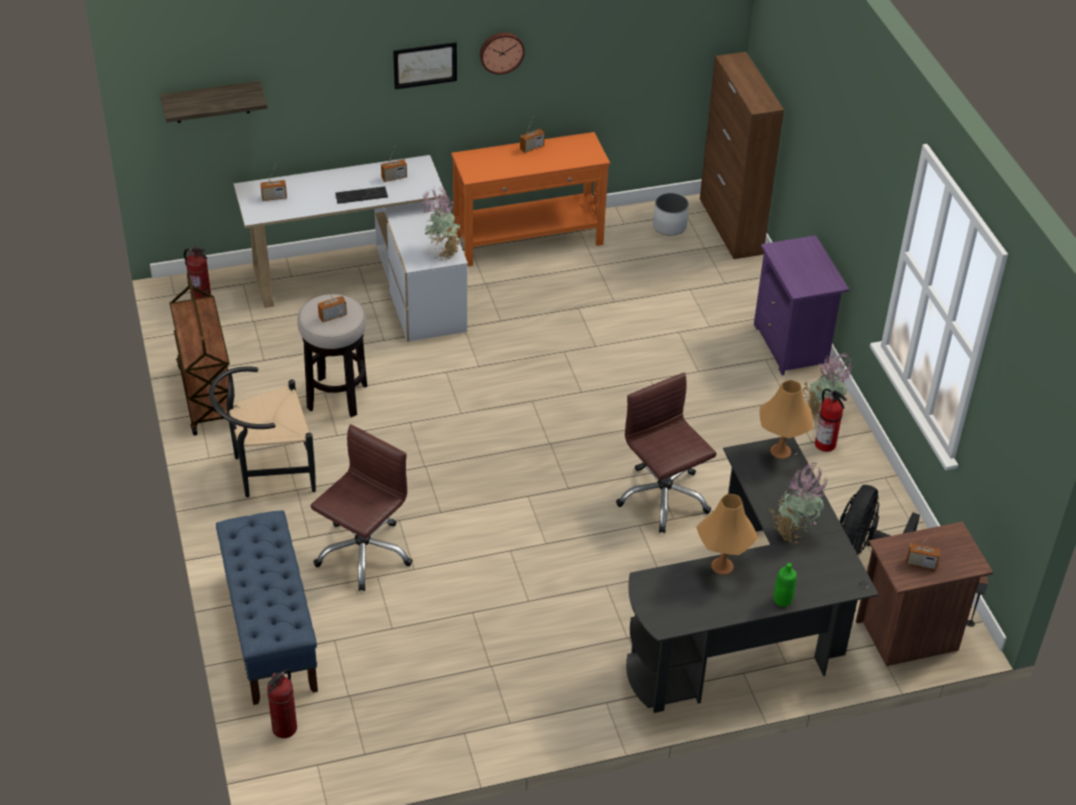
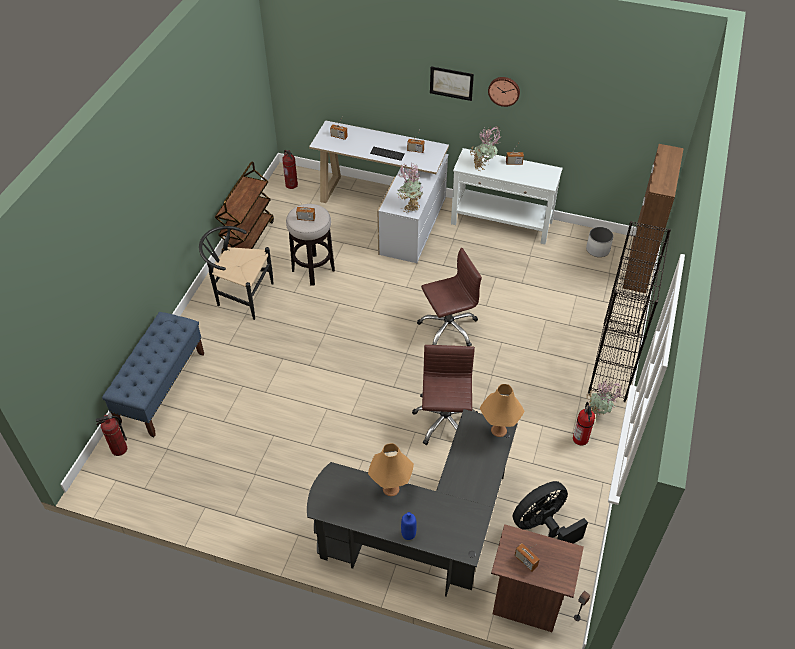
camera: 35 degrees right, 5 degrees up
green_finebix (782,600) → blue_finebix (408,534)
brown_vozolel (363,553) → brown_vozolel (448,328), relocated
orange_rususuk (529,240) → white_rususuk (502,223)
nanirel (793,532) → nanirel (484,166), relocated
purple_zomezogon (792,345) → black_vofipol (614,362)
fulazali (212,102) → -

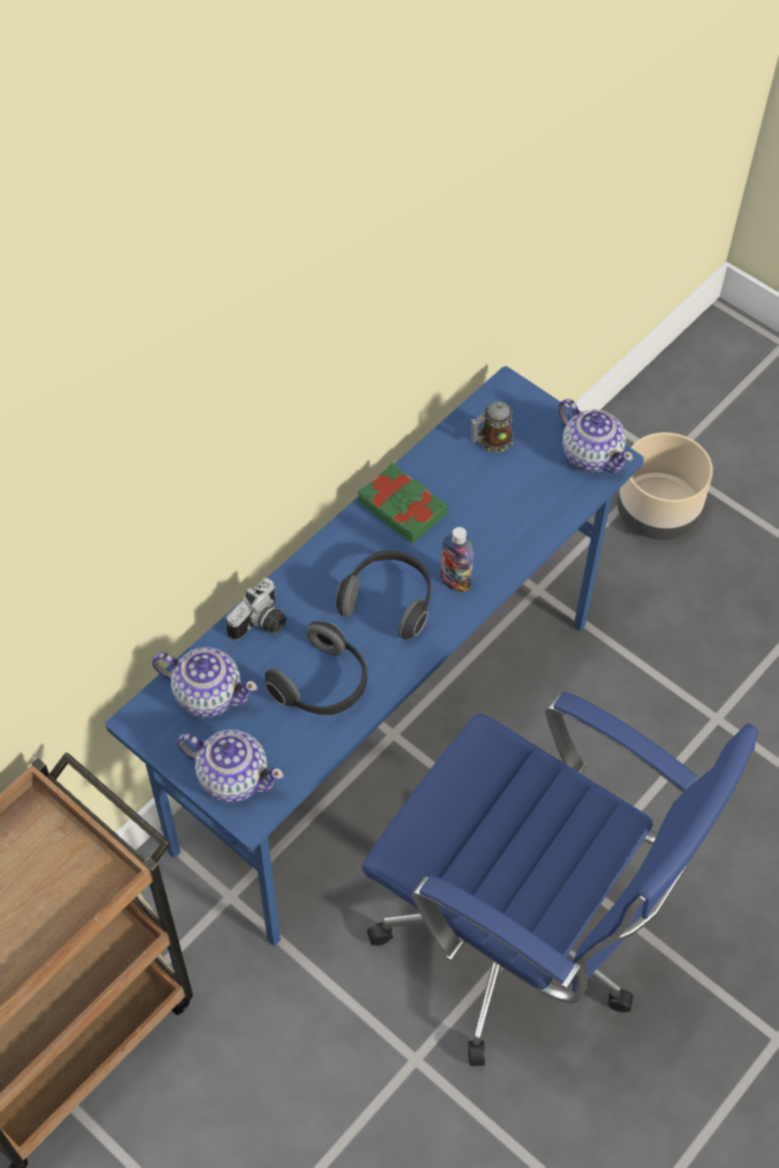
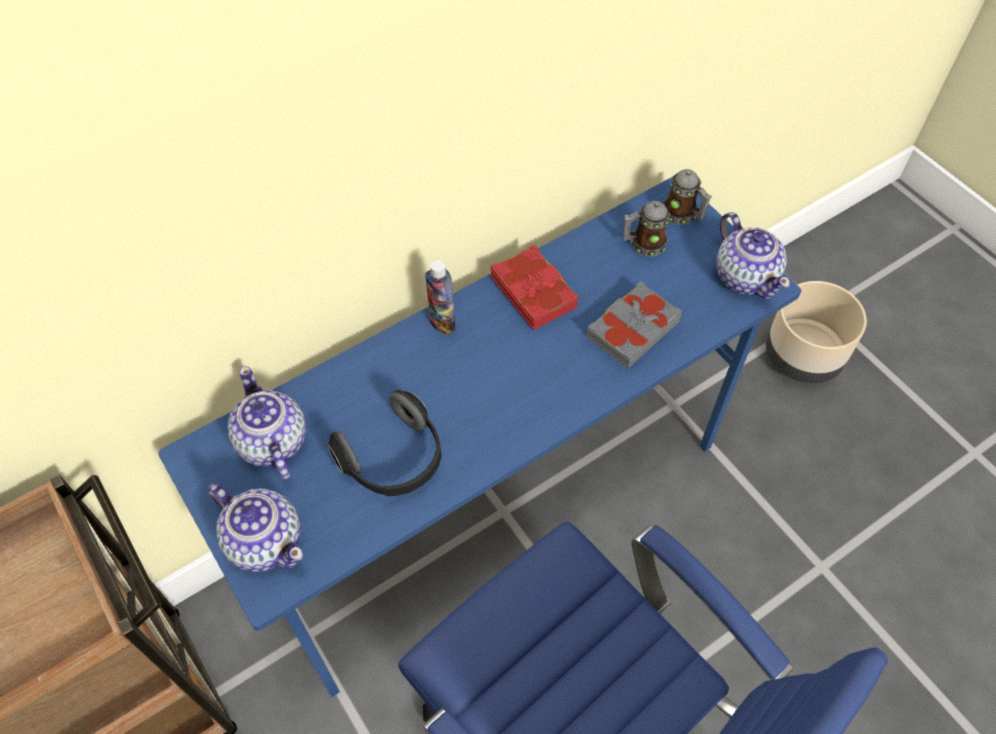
camera: 15 degrees right, 0 degrees up
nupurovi (207,694) → nupurovi (272,443), 150 degrees counterclockwise
finebix (455,581) → finebix (442,322), relocated
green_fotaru (402,507) → red_fotaru (534,292)
- → grey_fotaru (631,329)
- → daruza (683,215)
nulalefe (261,624) → -
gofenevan (389,601) → -

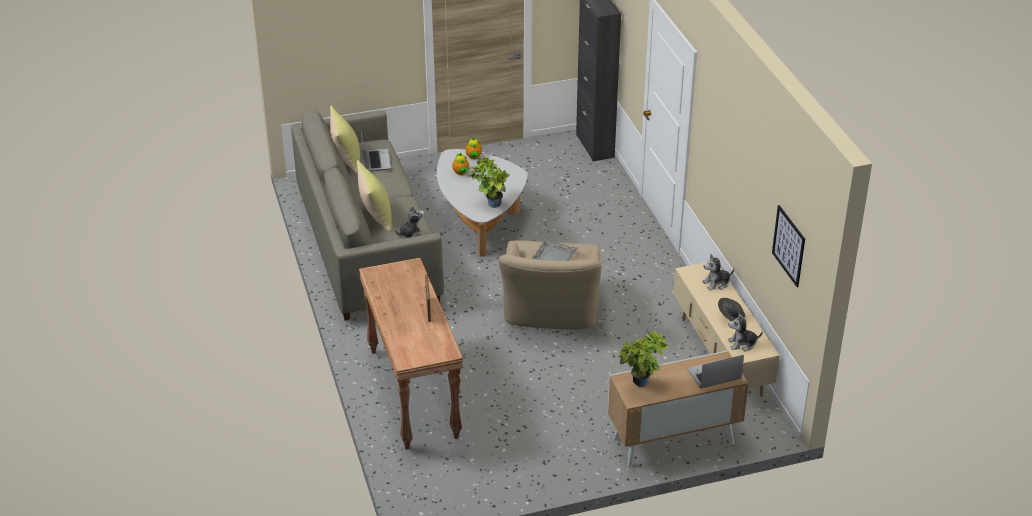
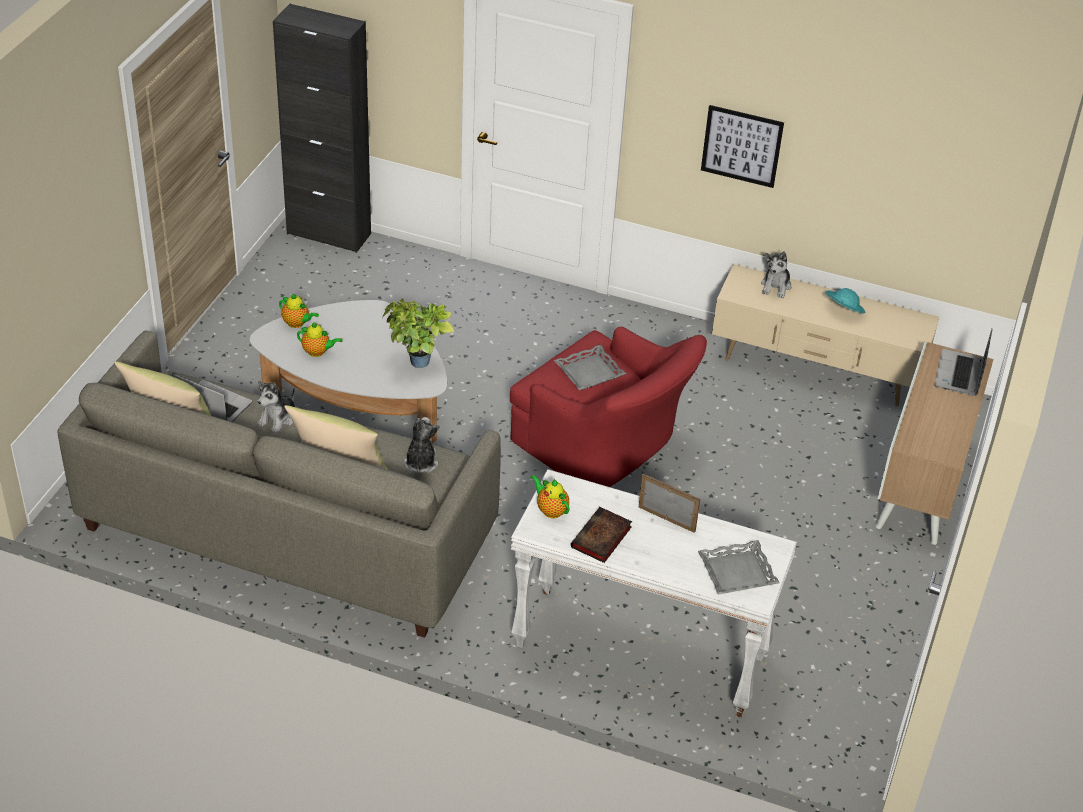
camera: 55 degrees left, 5 degrees up
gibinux (742,344) → gibinux (278,418), relocated
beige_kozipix (550,311) → red_kozipix (604,447)
brown_rususuk (412,393) → white_rususuk (638,652)
- → nupurovi (550,510)
- → fotaru (601,539)
- → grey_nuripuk (737,573)
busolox (788,245) → busolox (741,146), relocated
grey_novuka (731,316) → turquoise_novuka (843,310)
nanirel (641,385) → -

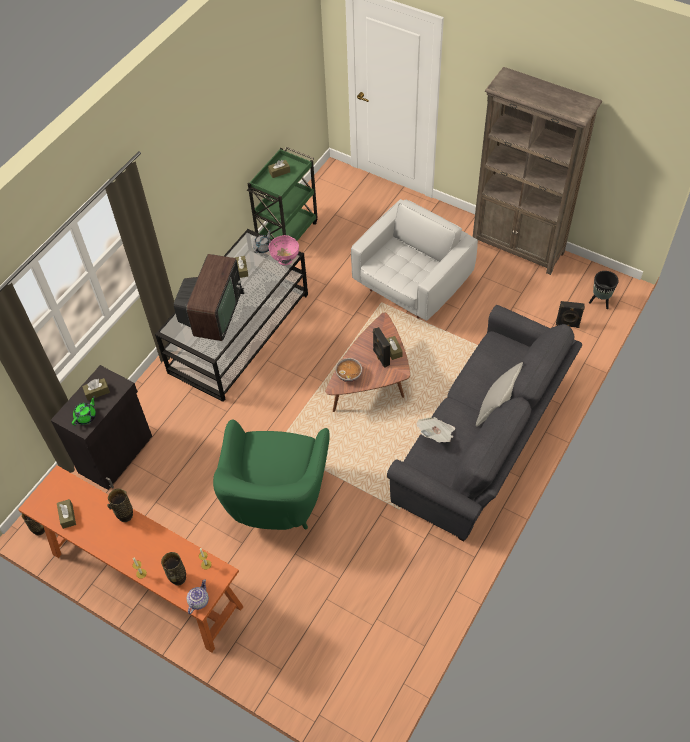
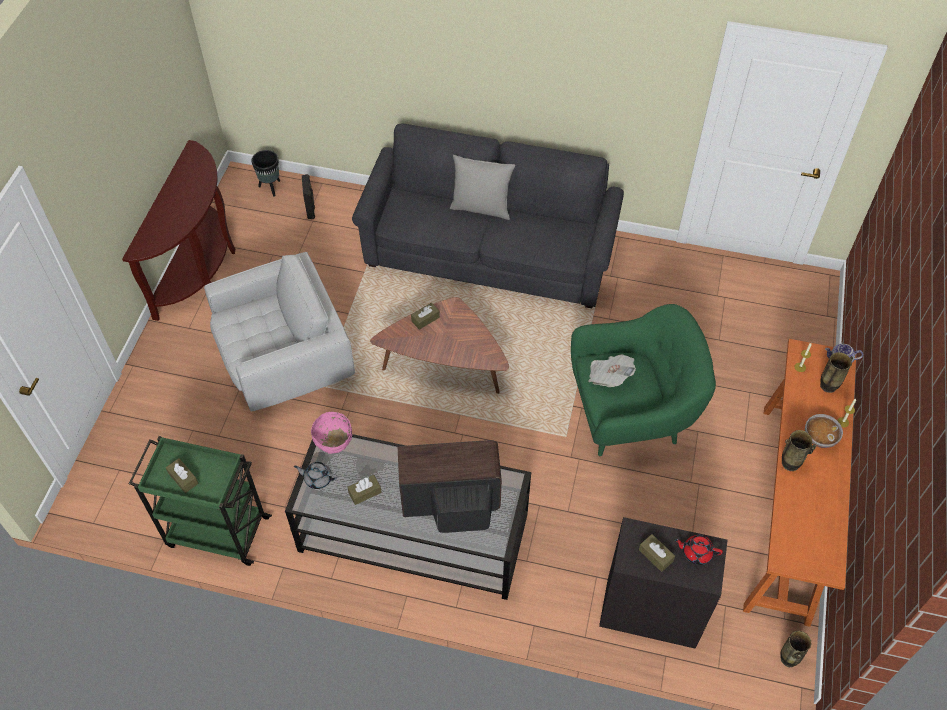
camera: 110 degrees left, 0 degrees up
brown_vofipol (518,247) → brown_rususuk (200,269)
white_kozipix (411,285) → white_kozipix (285,361), 135 degrees clockwise
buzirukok (436,434) → buzirukok (609,376), relocated
green_nupurovi (86,416) → red_nupurovi (696,552)
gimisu (349,375) → gimisu (819,437), relocated
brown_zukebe (67,516) → -
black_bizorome (380,357) → -

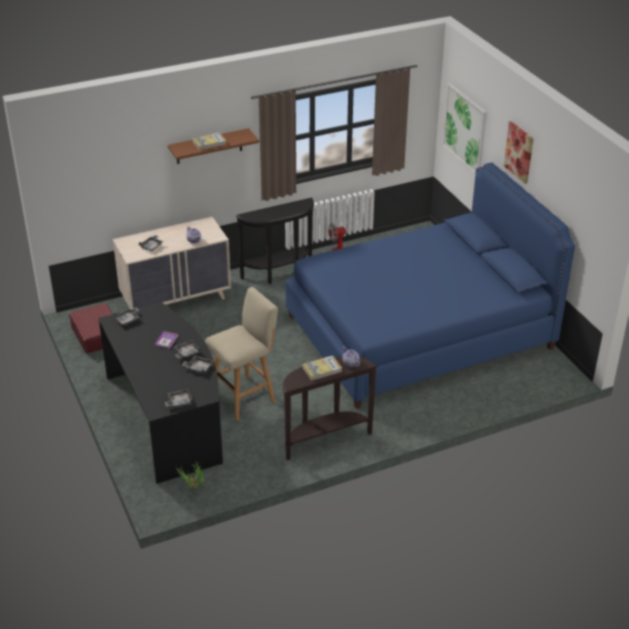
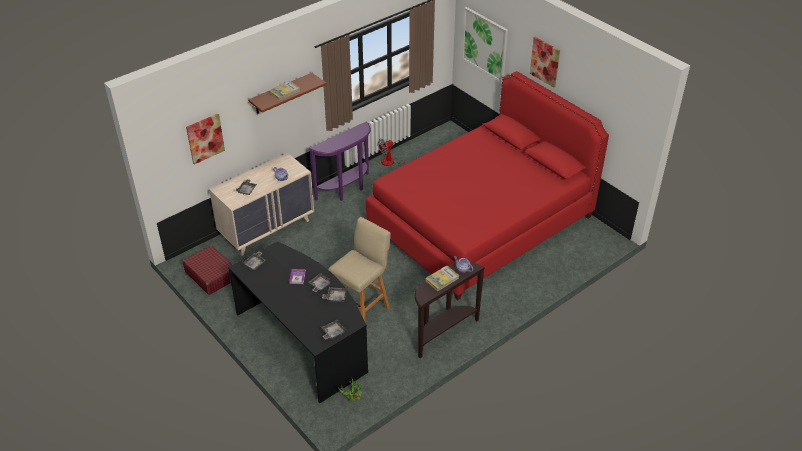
camera: 15 degrees left, 5 degrees up
- → busolox (205,138)
black_rususuk (280,274) → purple_rususuk (346,190)
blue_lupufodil (419,332) → red_lupufodil (480,222)

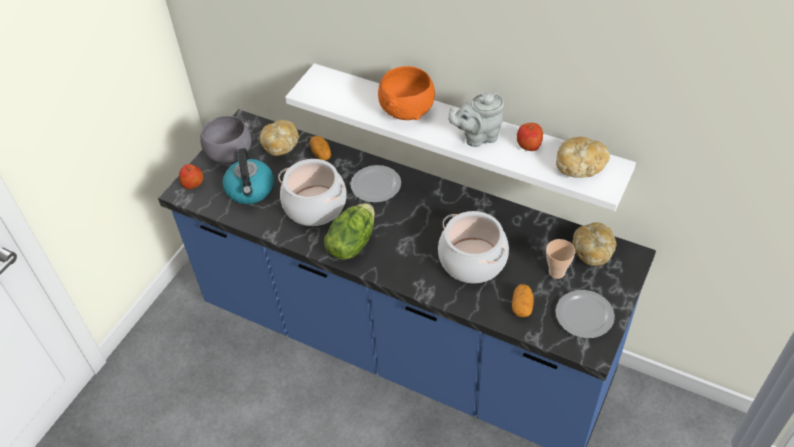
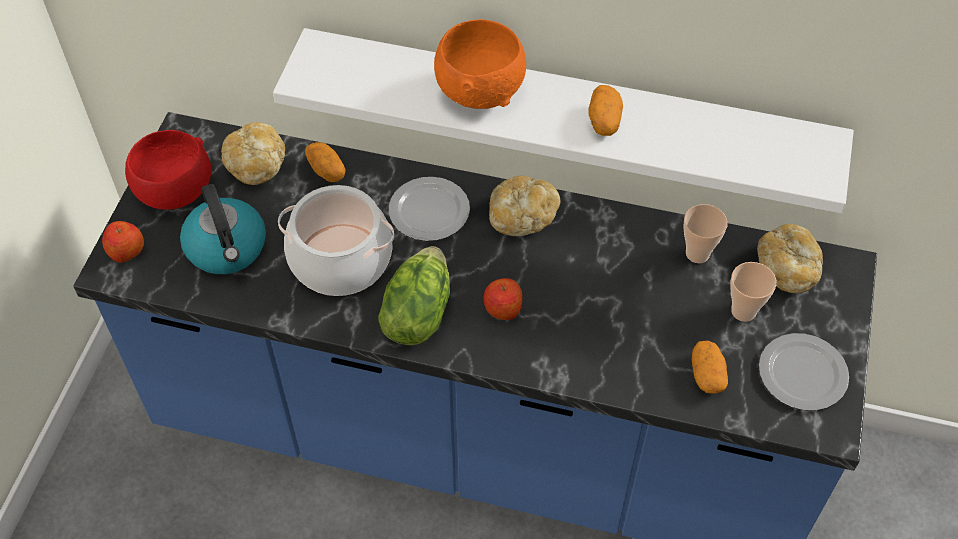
camera: 15 degrees left, 5 degrees up
grey_gimisu (228,154) → red_gimisu (174,193)
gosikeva (529,145) → gosikeva (502,308), relocated
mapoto (580,166) → mapoto (522,216), relocated
grey_nupurovi (477,137) → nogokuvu (604,121)
- → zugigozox (697,253)
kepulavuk (473,260) → -

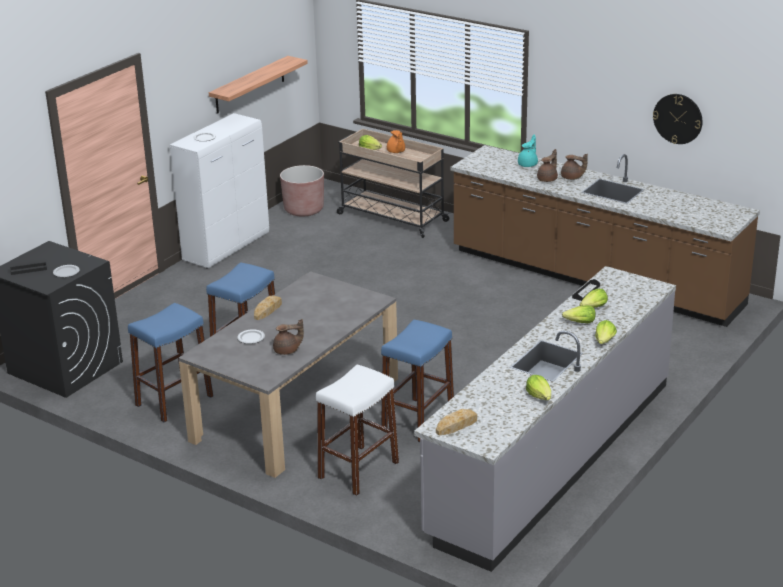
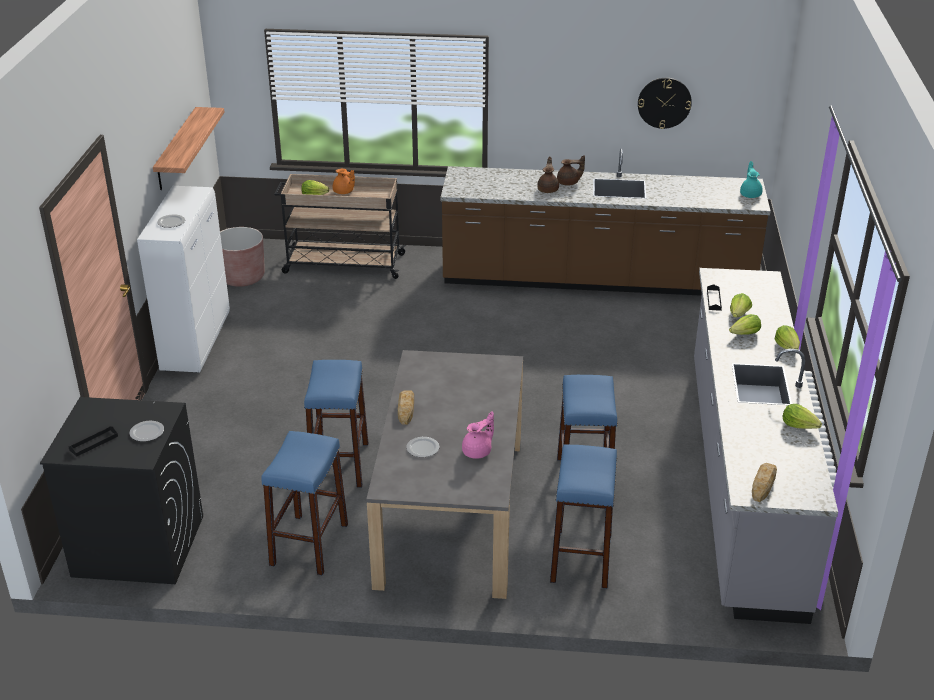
camera: 30 degrees left, 5 degrees up
brown_nupurovi (287,351) → pink_nupurovi (478,451)
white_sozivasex (358,470) → blue_sozivasex (581,558)
turquoise_nupurovi (528,164) → turquoise_nupurovi (750,194), relocated

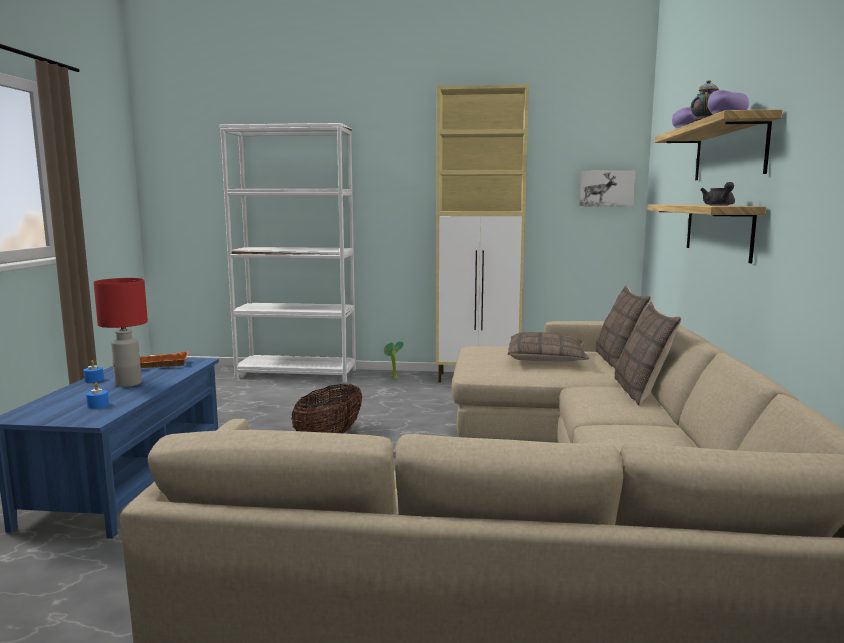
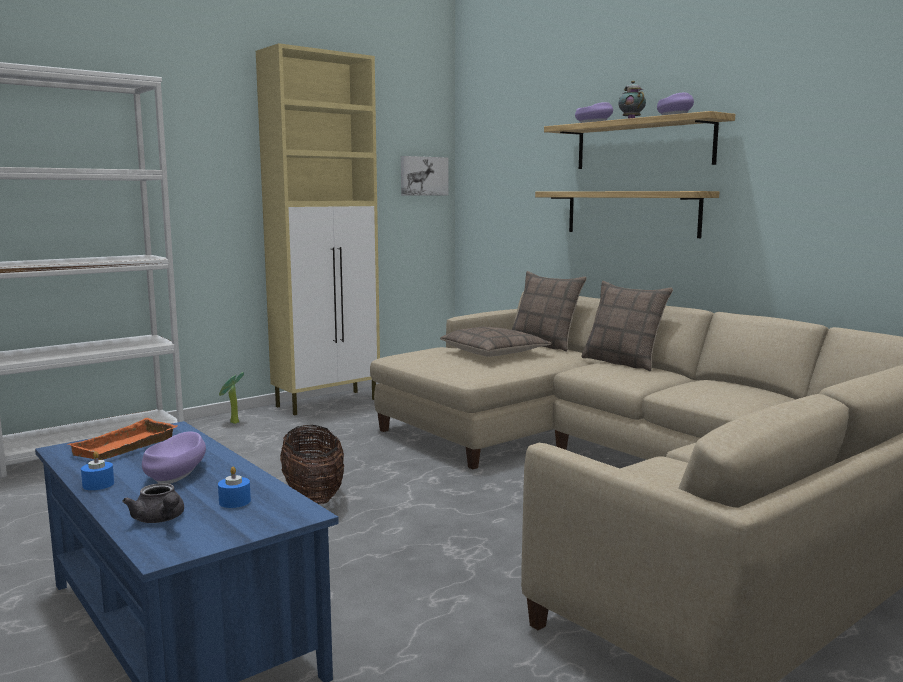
camera: 45 degrees left, 0 degrees up
grey_nupurovi (719,205) → grey_nupurovi (160,519), relocated
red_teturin (128,384) → purple_gimisu (176,473)

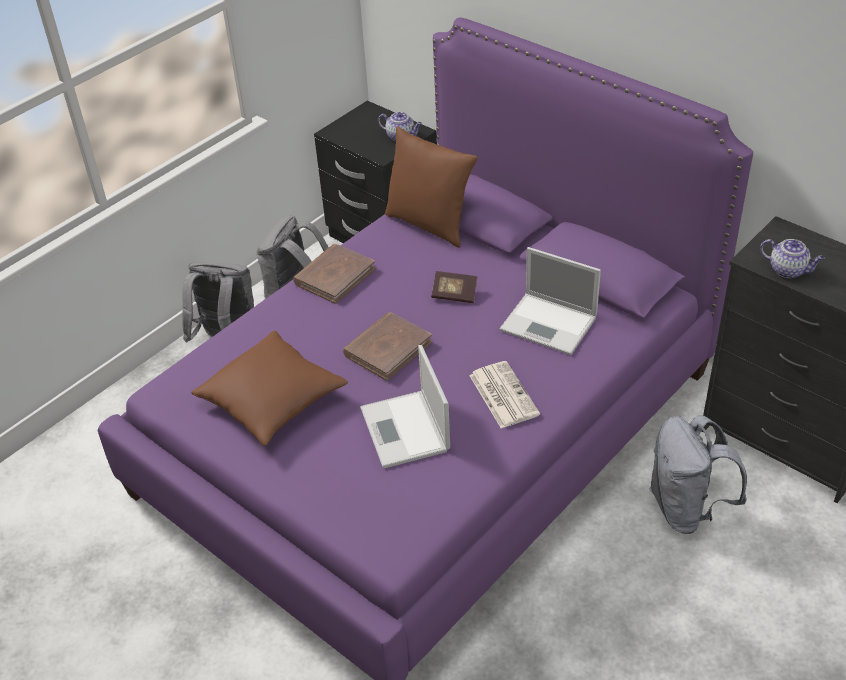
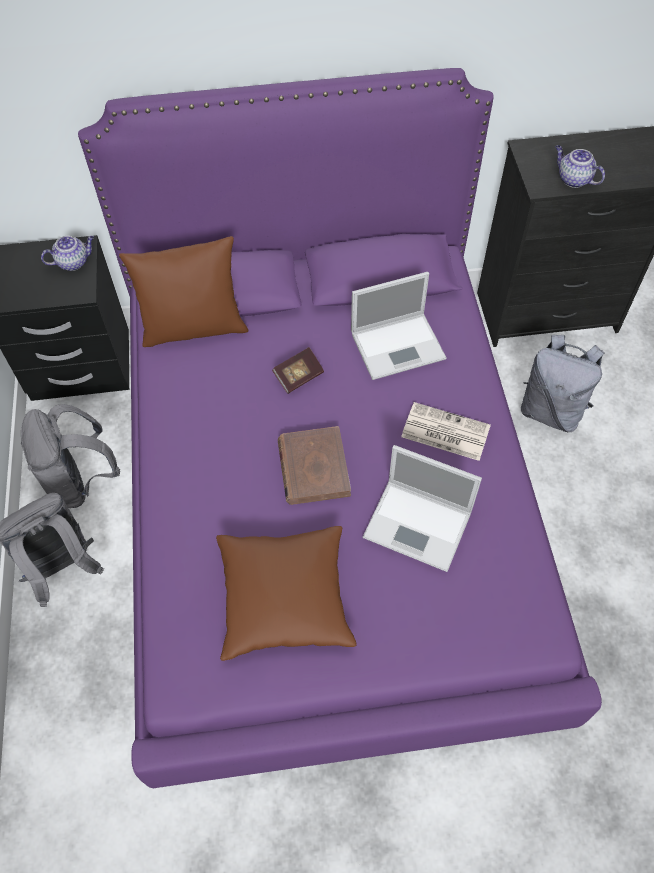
camera: 50 degrees left, 15 degrees up
nupurovi (788,270) → nupurovi (573,179), 120 degrees counterclockwise
brown_fotaru (334,276) → -

